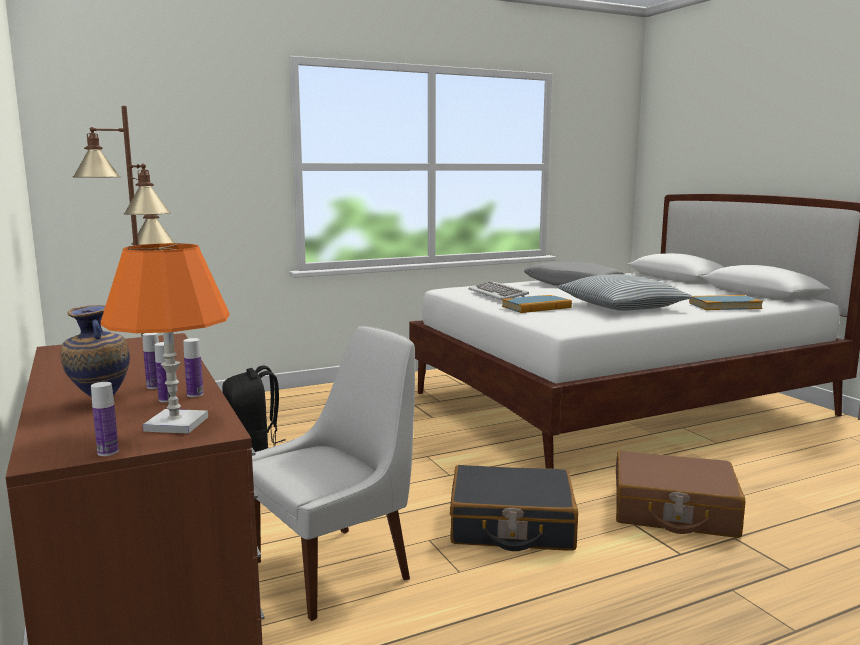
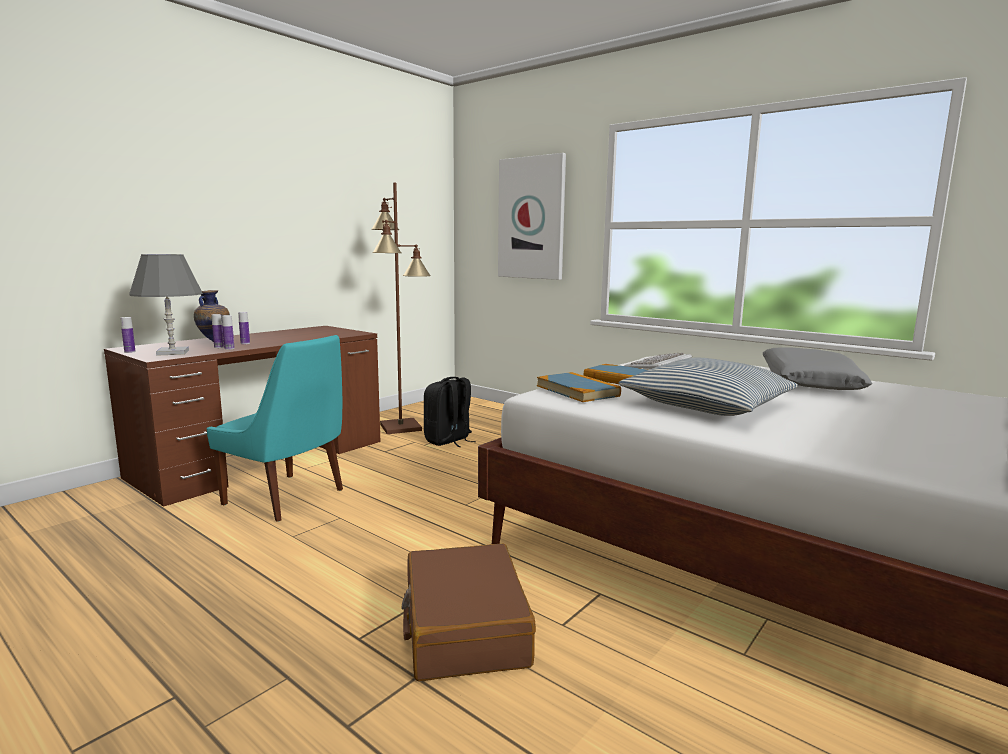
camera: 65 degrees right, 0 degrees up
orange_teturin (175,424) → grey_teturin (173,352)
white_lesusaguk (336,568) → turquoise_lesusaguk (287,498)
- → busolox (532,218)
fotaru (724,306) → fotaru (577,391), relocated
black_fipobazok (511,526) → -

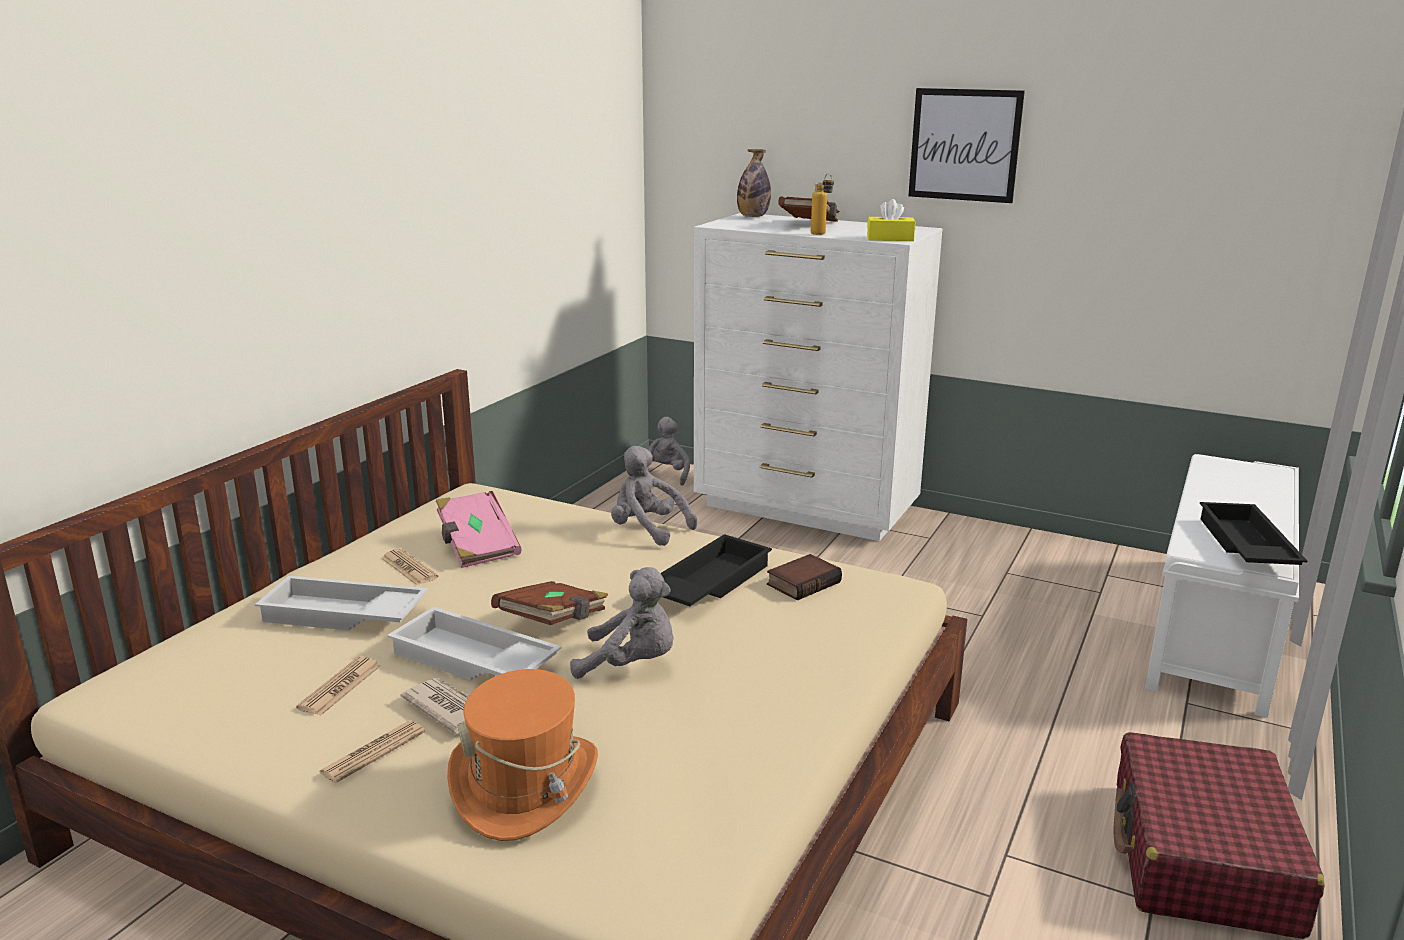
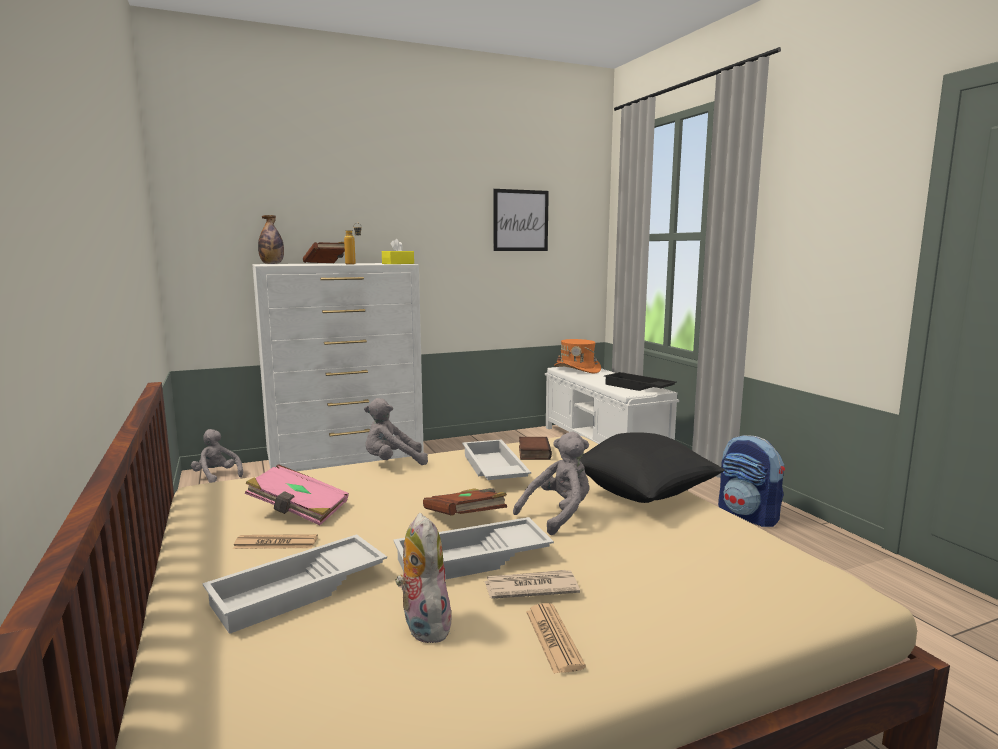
camera: 50 degrees left, 10 degrees down
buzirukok (340,687) → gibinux (422,626)
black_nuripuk (707,583) → white_nuripuk (492,469)
busolox (964,145) → busolox (520,220), relocated
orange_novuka (525,785) → orange_novuka (577,369), relocated
- → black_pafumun (644,495)
red_fipobazok (1202,857) → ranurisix (749,516)

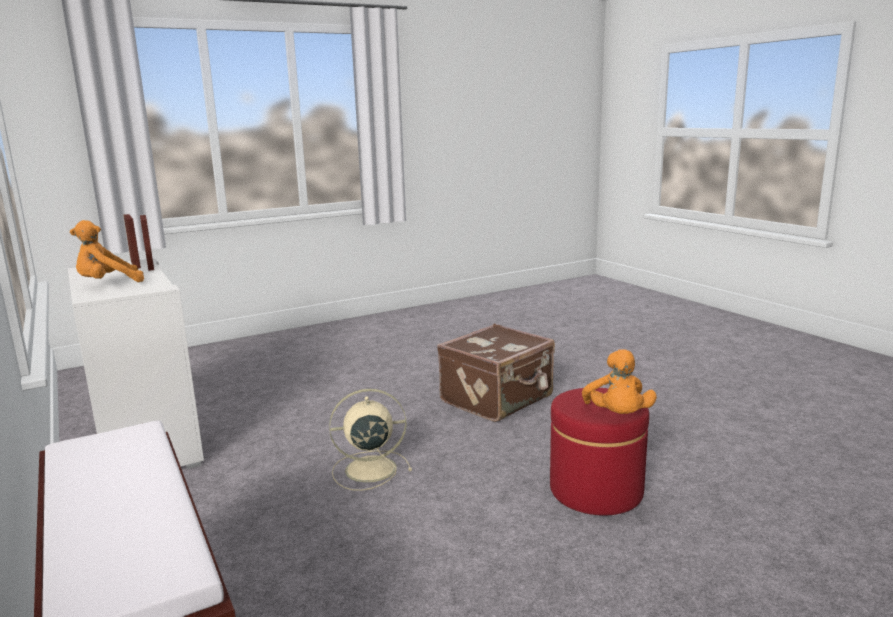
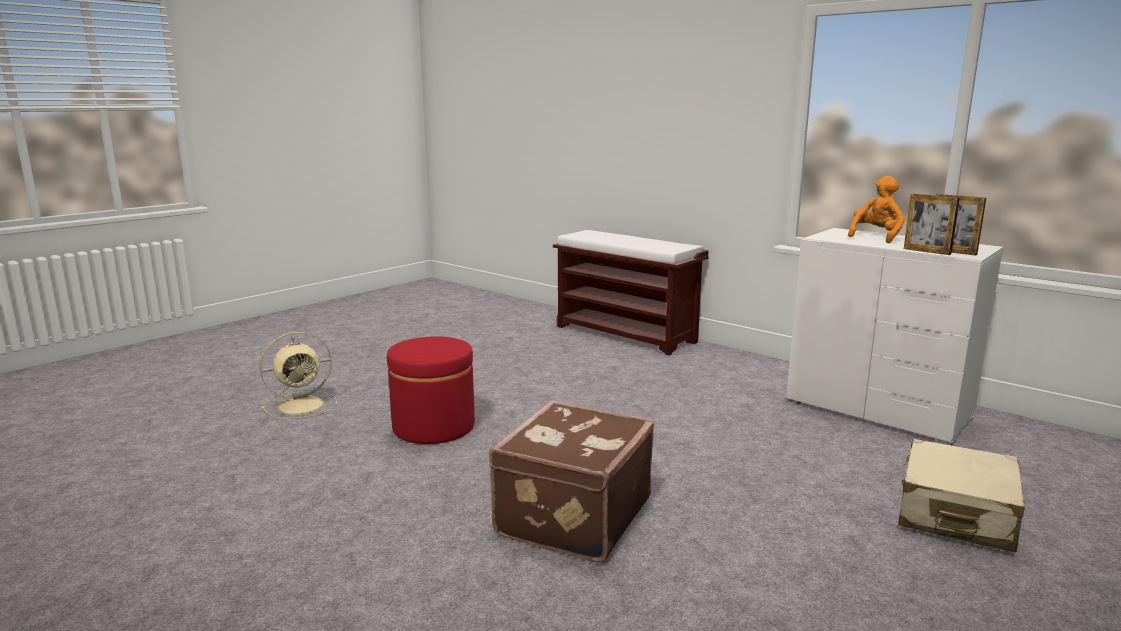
camera: 160 degrees right, 0 degrees up
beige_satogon (368,469) → beige_satogon (303,405), relocated
- → beige_fipobazok (955,513)
orange_gibinux (618,416) → -

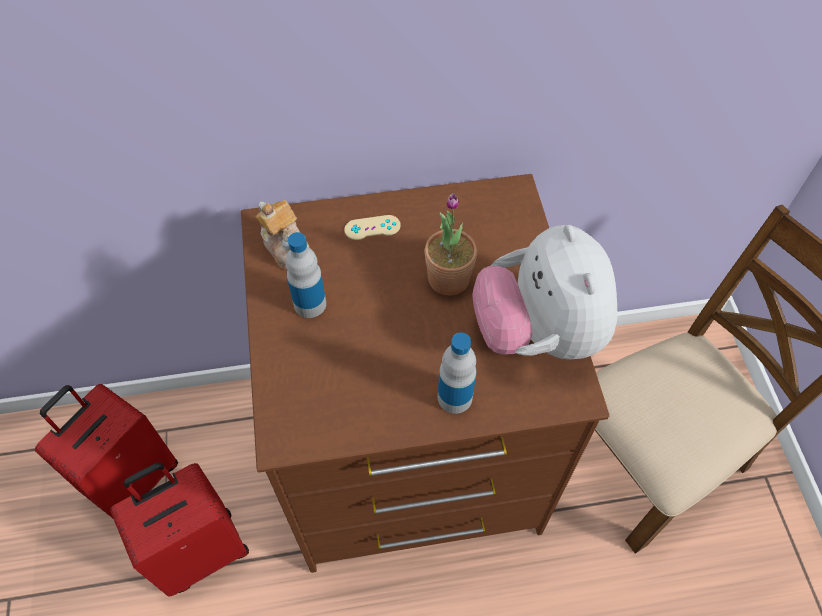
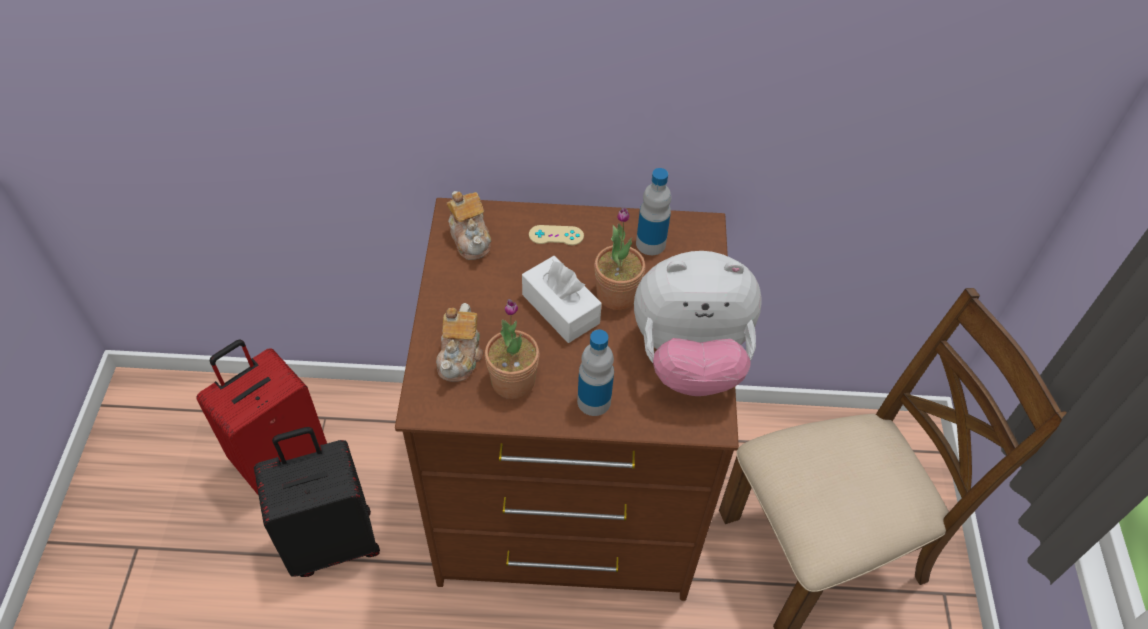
camera: 10 degrees right, 5 degrees down
red_fipobazok (201,550) → black_fipobazok (332,541)
- → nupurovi (460,356)
- → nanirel (513,381)
- → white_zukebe (560,309)
gibinux (538,332) → gibinux (690,359), 90 degrees counterclockwise
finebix (310,304) → finebix (650,244), relocated

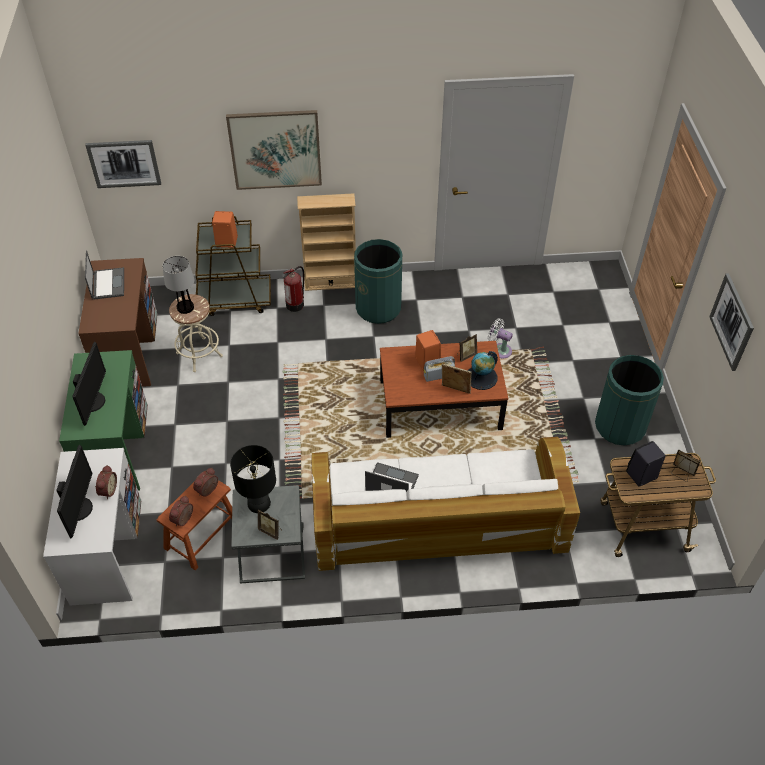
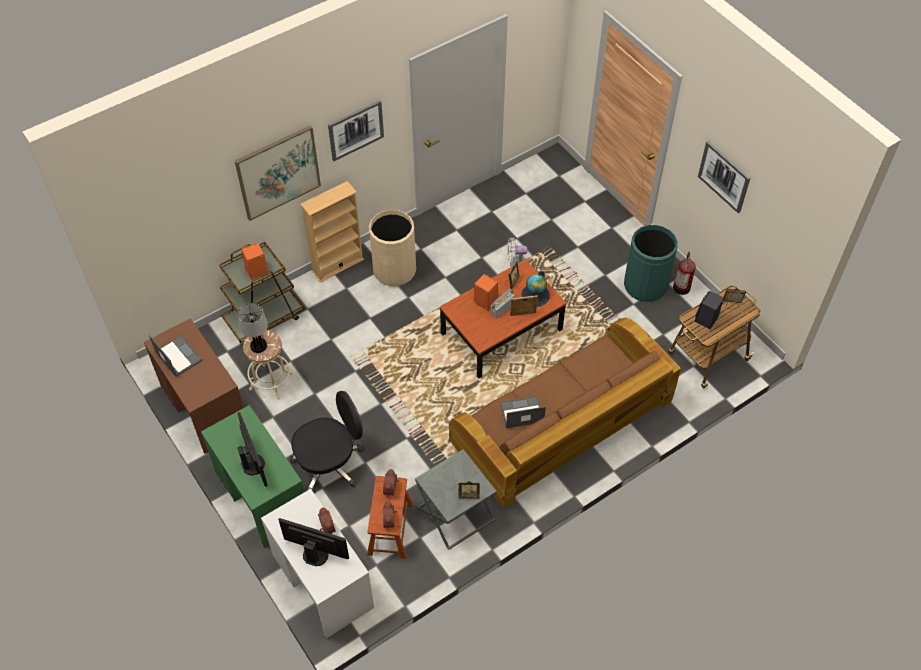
camera: 30 degrees left, 5 degrees up
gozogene (80,509) → gozogene (316,553), 45 degrees counterclockwise
- → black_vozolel (330,463)
busolox (124,163) → busolox (355,130), relocated
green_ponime (378,308) → beige_ponime (394,270)
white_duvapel (437,520) → brown_duvapel (561,425)
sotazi (295,304) → sotazi (681,286), relocated
black_teturin (259,503) → -

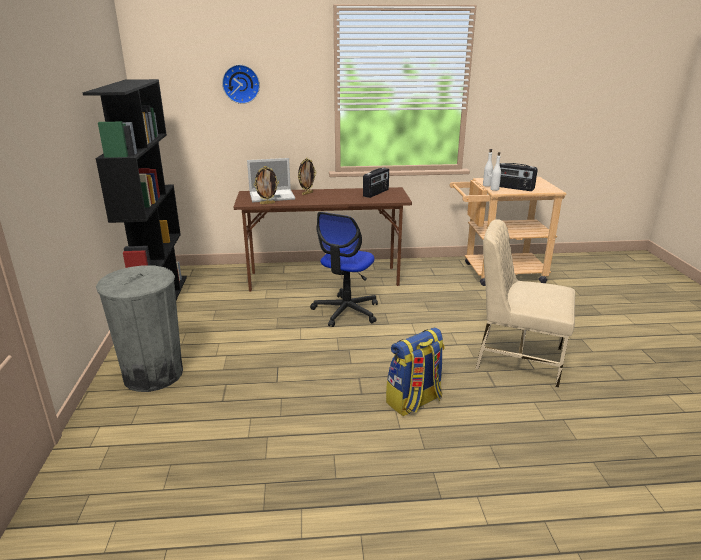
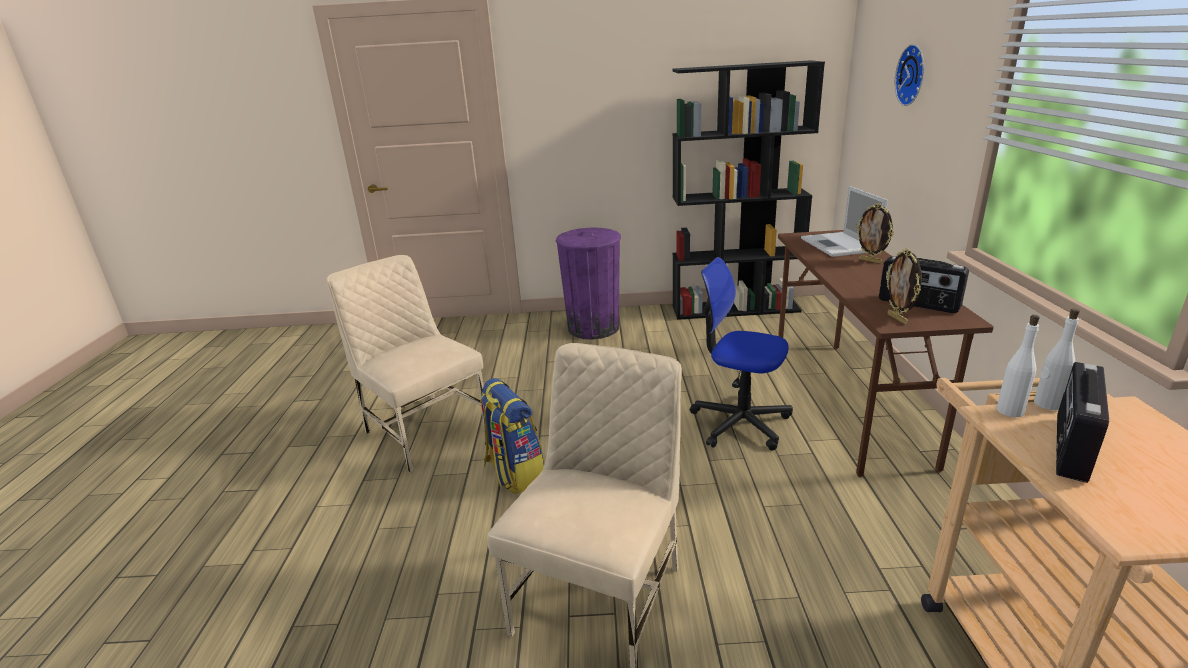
camera: 95 degrees right, 0 degrees up
- → beige_lesusaguk (424,431)
grey_ponime (153,374) → purple_ponime (593,328)
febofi (267,203) → febofi (898,319), relocated

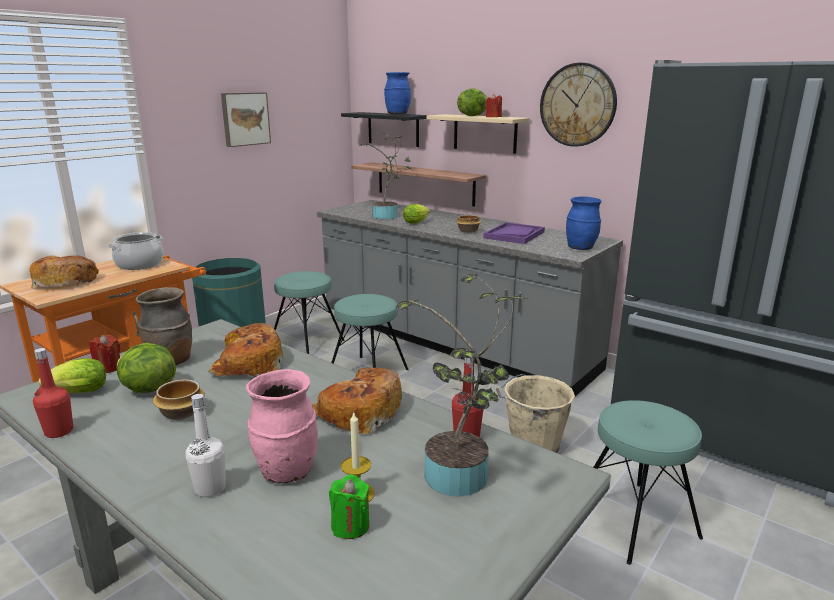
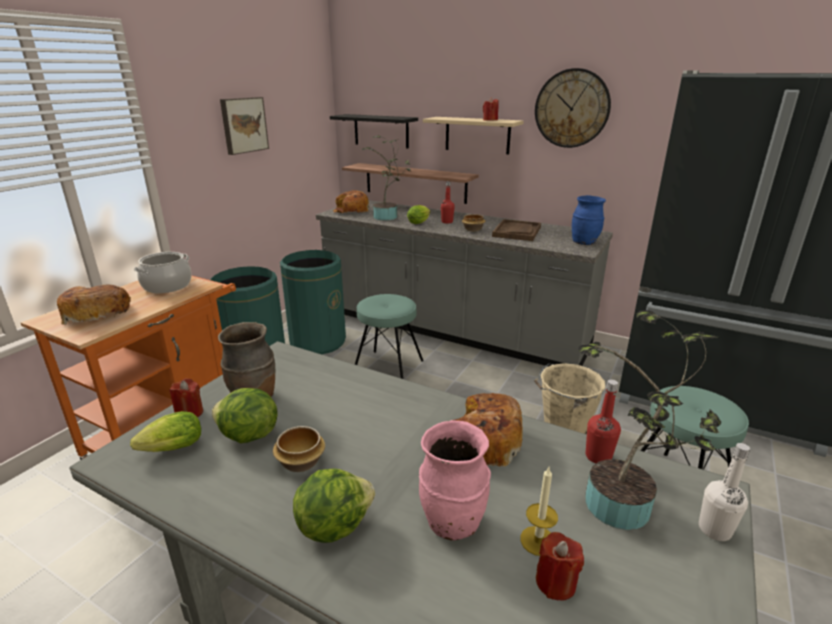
camera: 10 degrees left, 5 degrees up
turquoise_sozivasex (307,343) → green_ponime (318,342)
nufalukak (472,116) → nufalukak (333,525), relocated
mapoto (247,364) → mapoto (350,210), relocated
red_finebix (59,431) → red_finebix (447,222), relocated
purple_nuripuk (514,235) → brown_nuripuk (516,232)
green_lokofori (350,526) → red_lokofori (555,582)
white_finebix (210,488) → white_finebix (714,530), relocated
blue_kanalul (397,114) → -

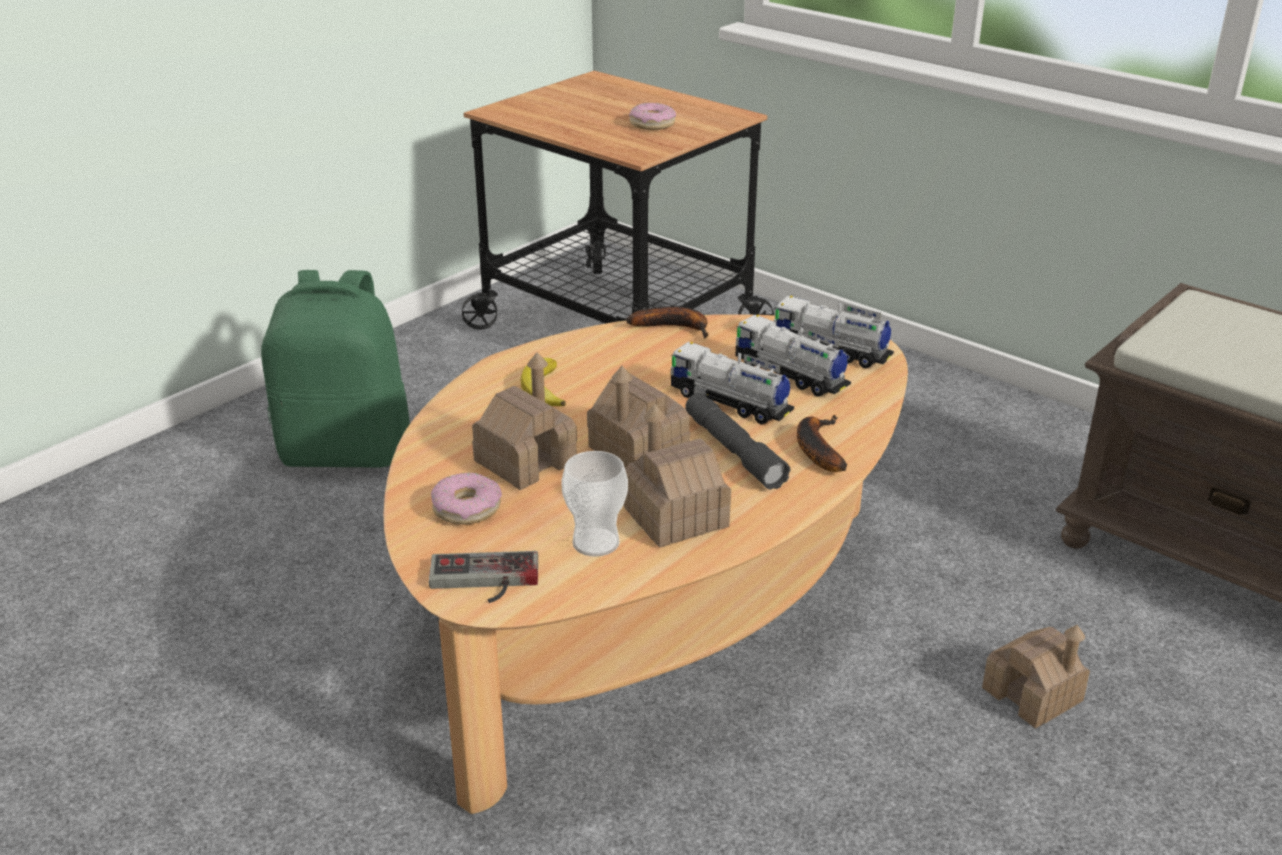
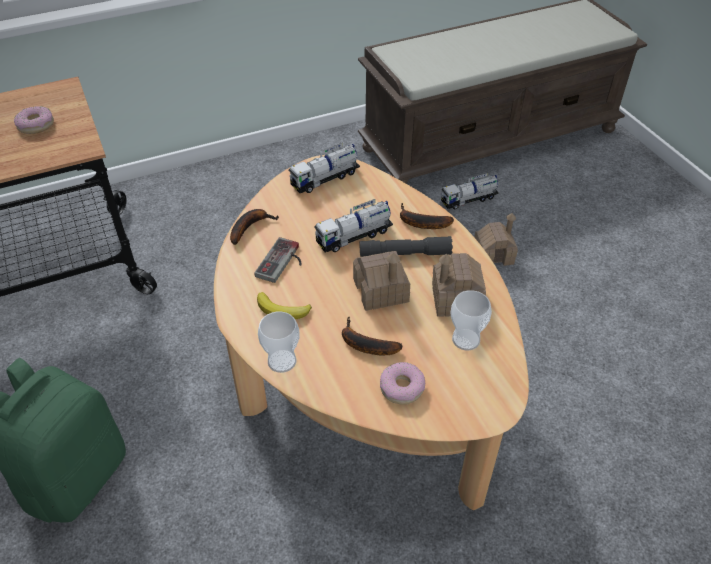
camera: 65 degrees left, 15 degrees up
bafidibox (483,581) → bafidibox (283,263), relocated
- → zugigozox (282,361)
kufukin (525,461) → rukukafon (364,344)
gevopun (790,375) → gevopun (469,200), relocated

